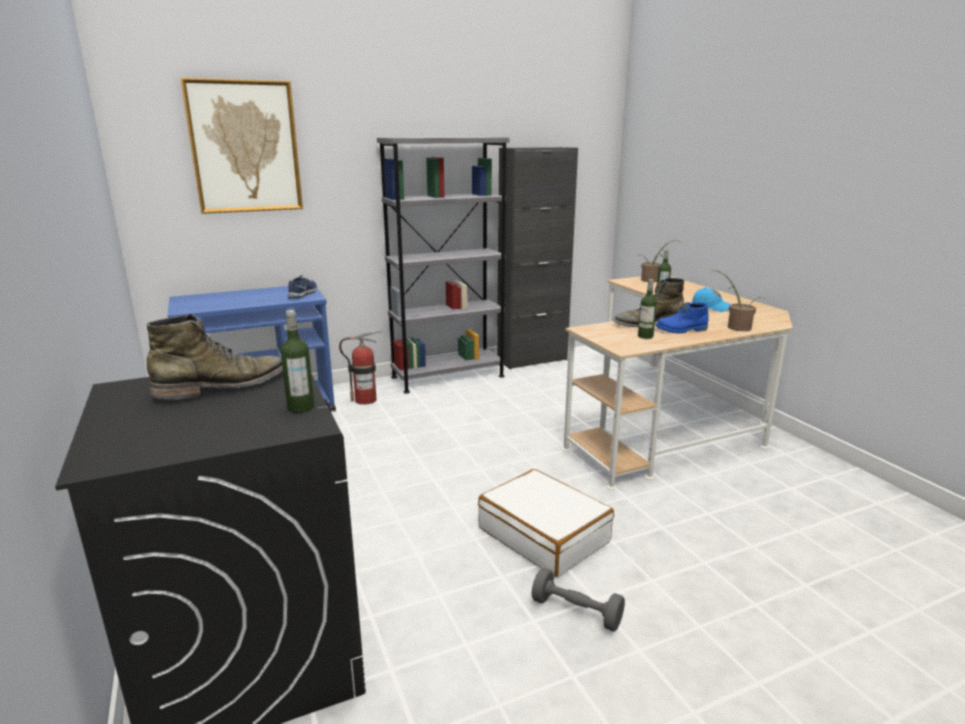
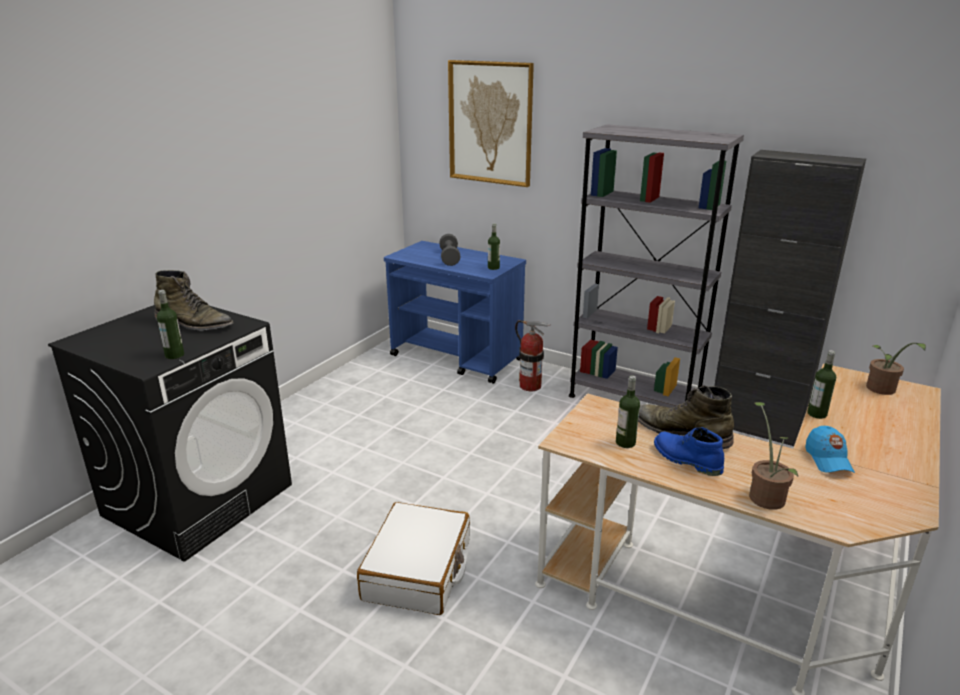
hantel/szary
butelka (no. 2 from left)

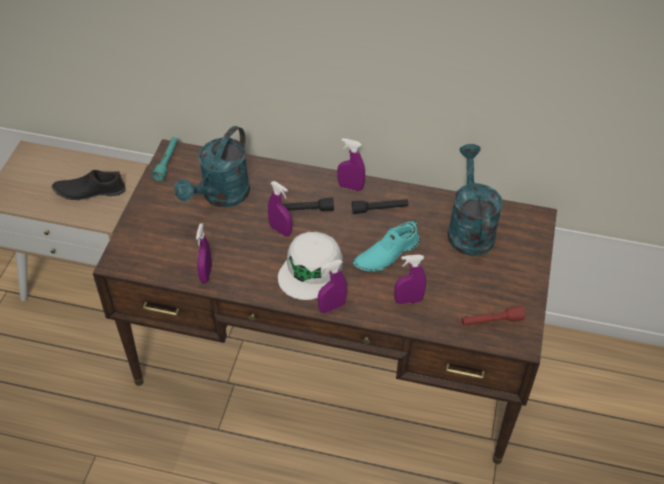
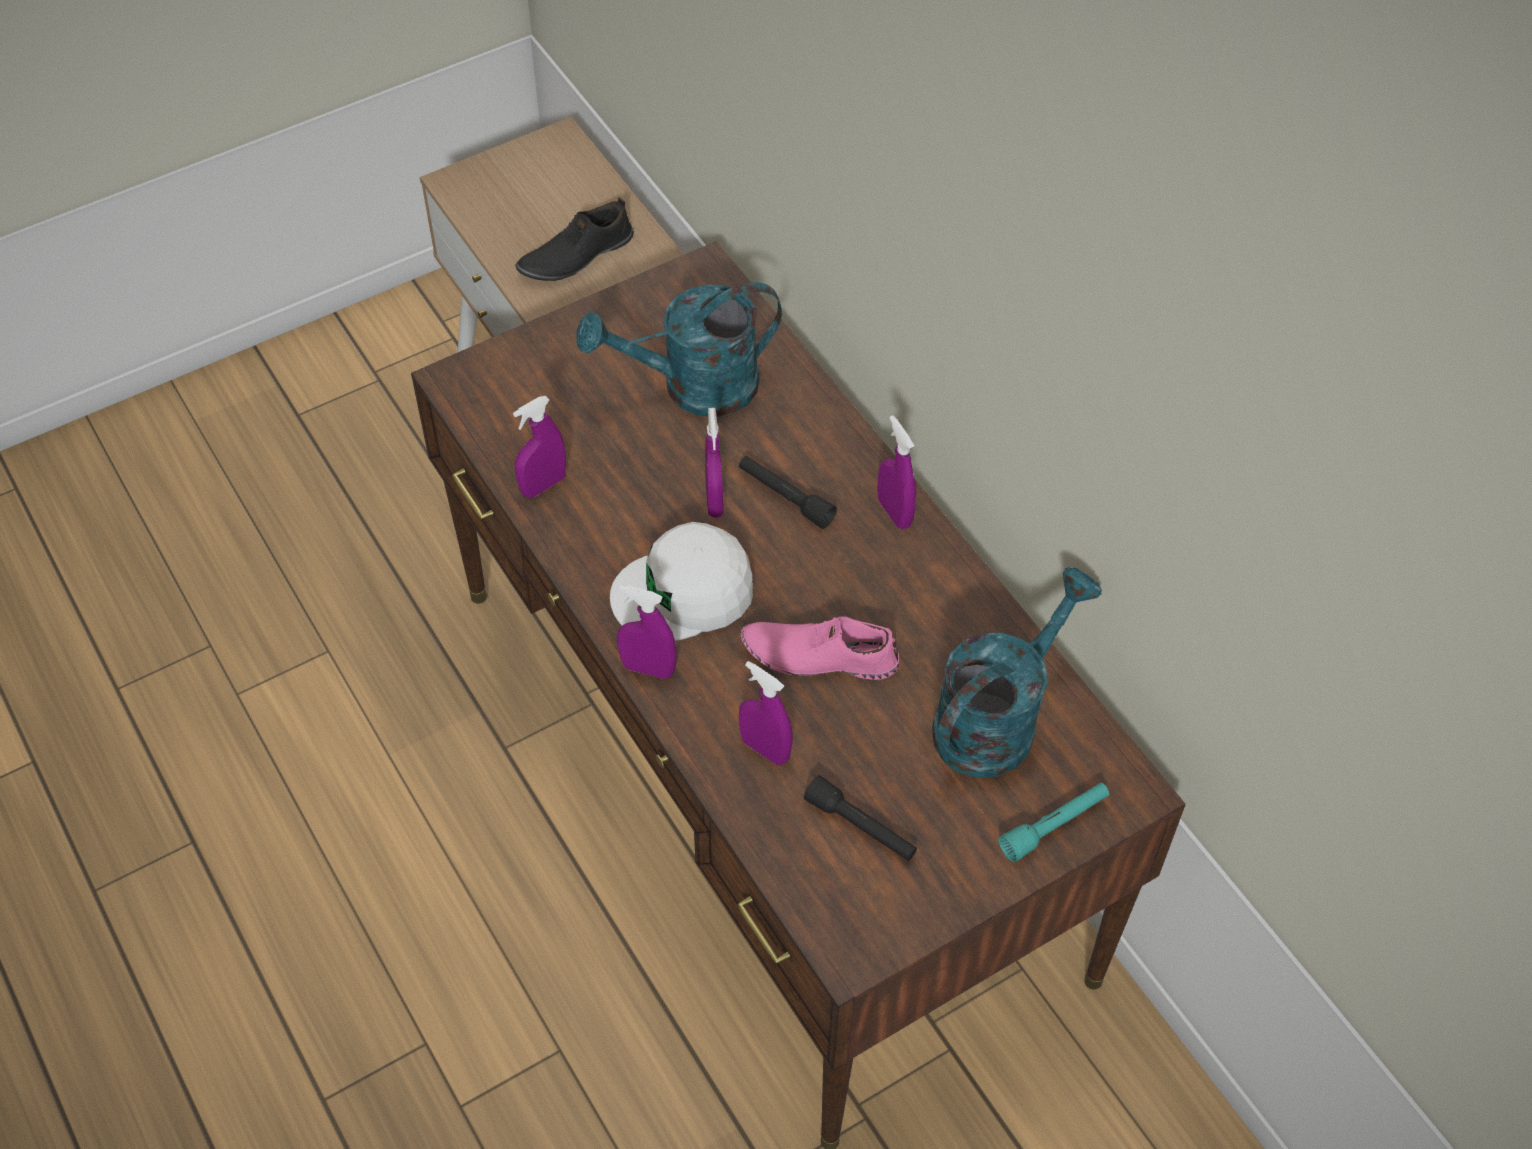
but/czarny
but/różowy
latarka/czarny (no. 2 from left)
latarka/turkusowy
latarka/czerwony

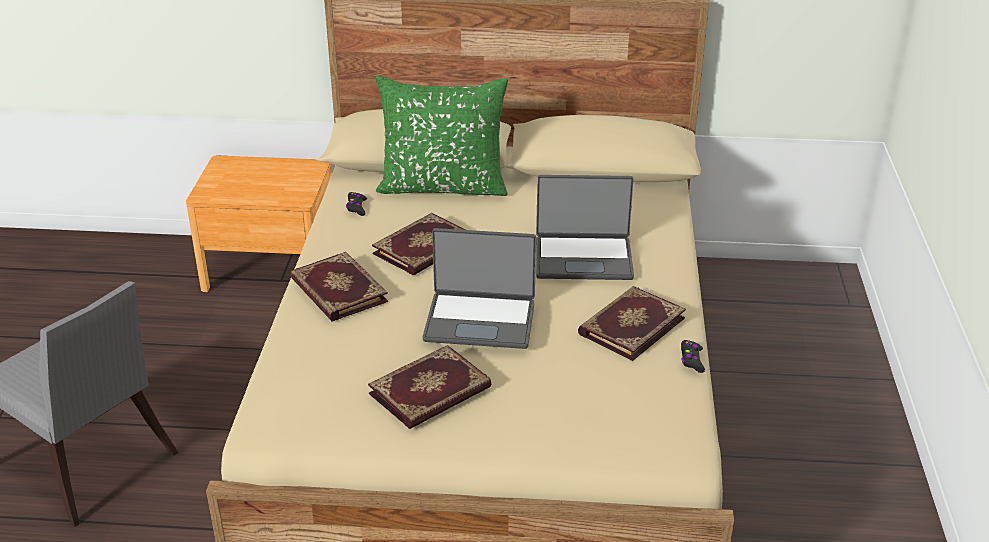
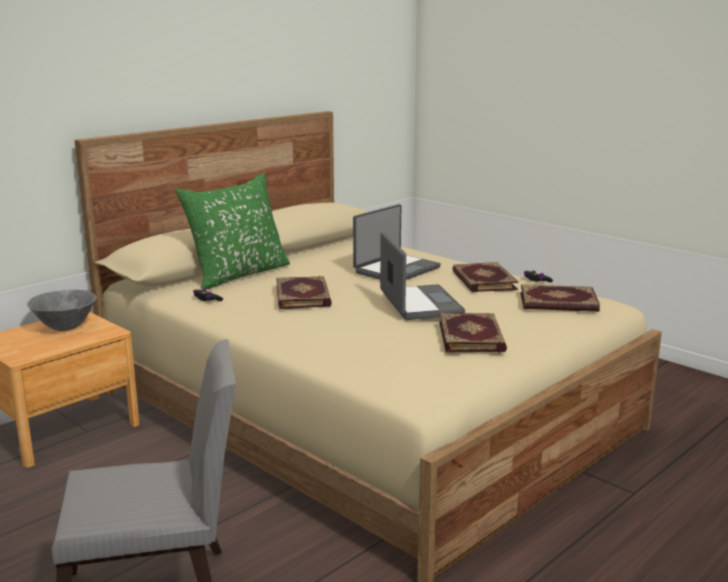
miska/szary
laptop (no. 2 from left)
książka (no. 4 from left)

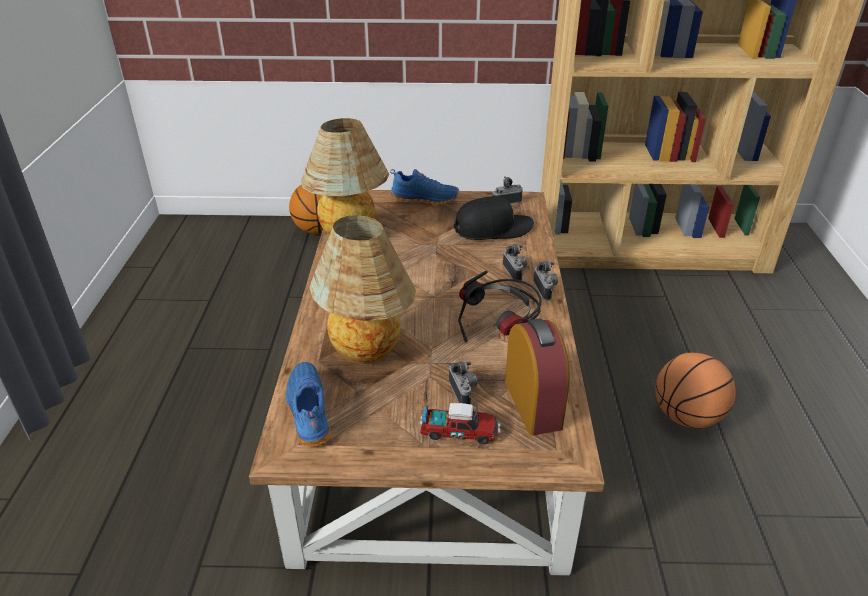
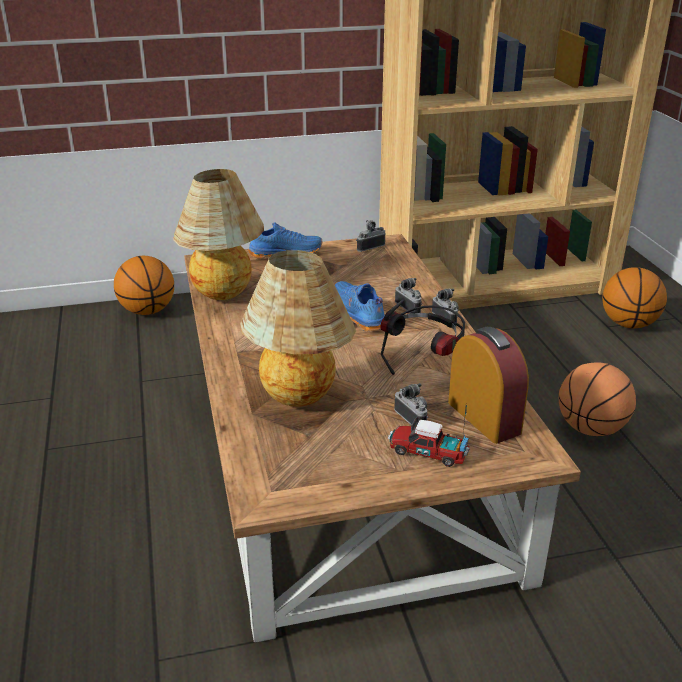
but/niebieski (no. 2 from left)
ciężarówka zabawkowa
piłka do koszykówki (no. 3 from left)
czapka z daszkiem/czarny

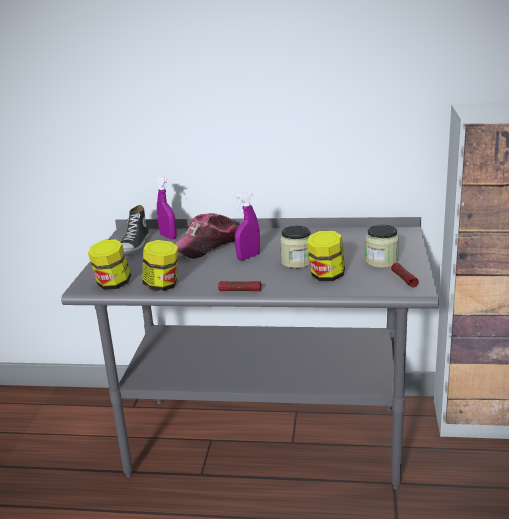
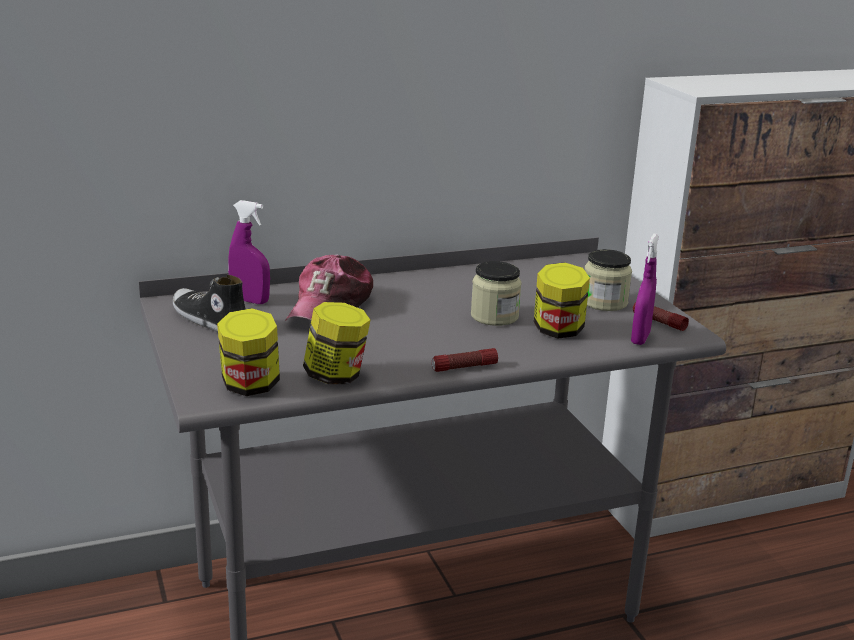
but
spryskiwacz/fioletowy (no. 2 from left)

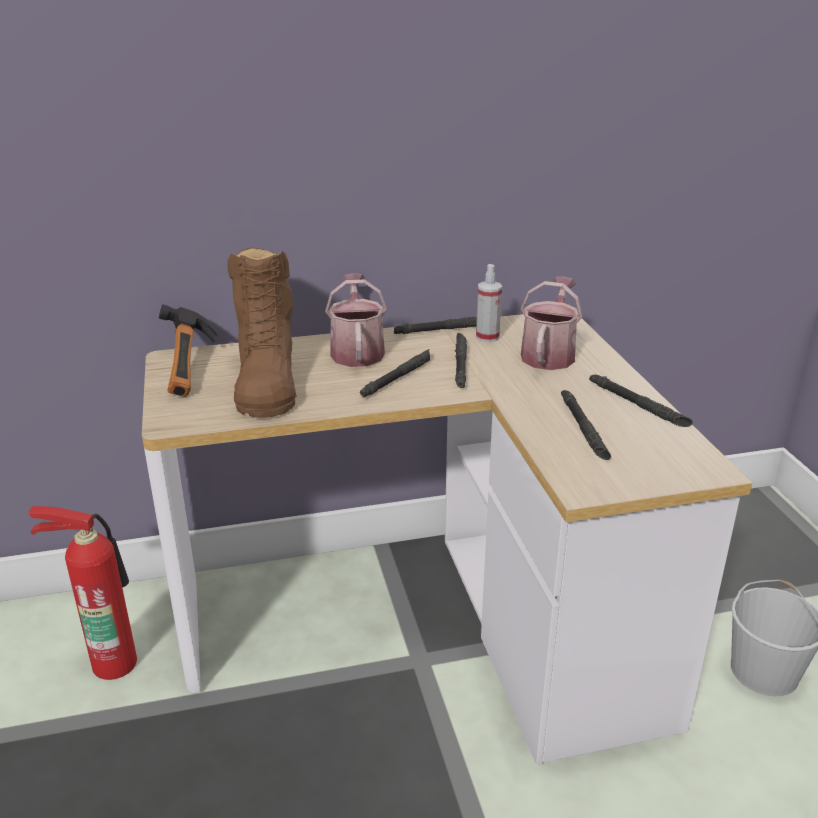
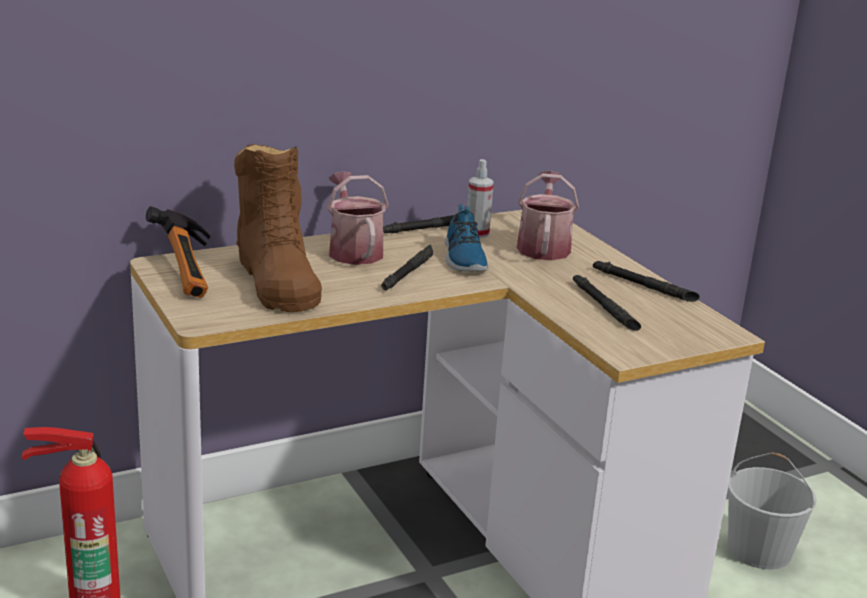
but

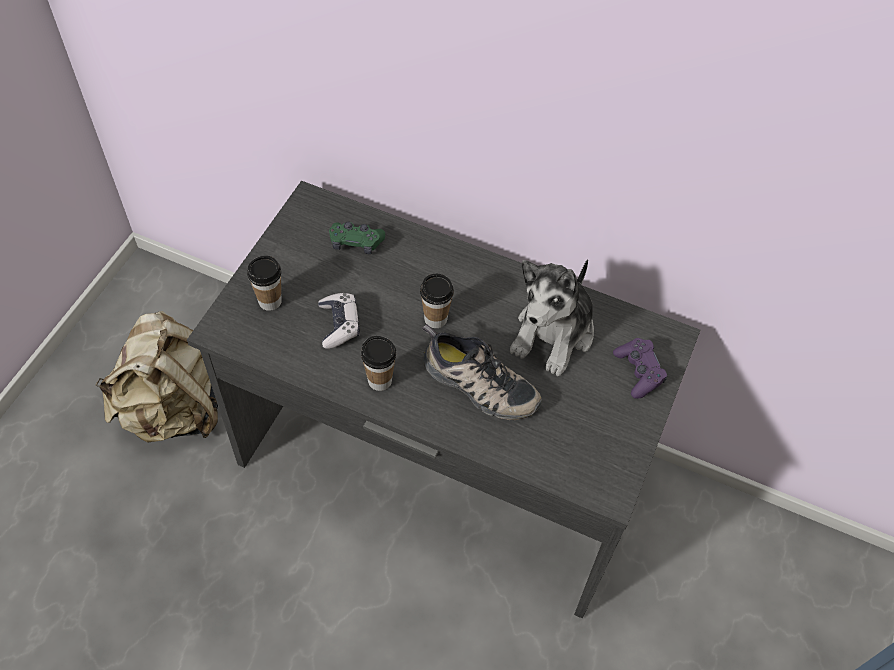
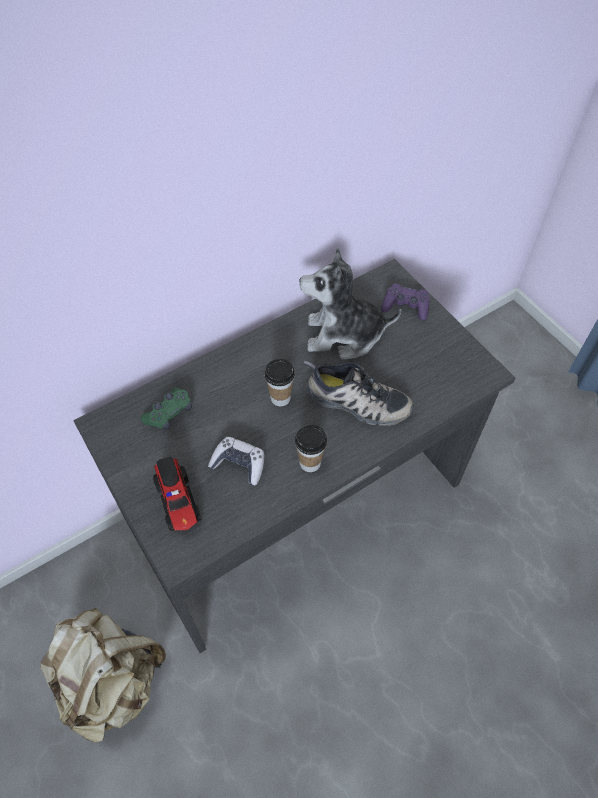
ciężarówka zabawkowa
pluszak
but

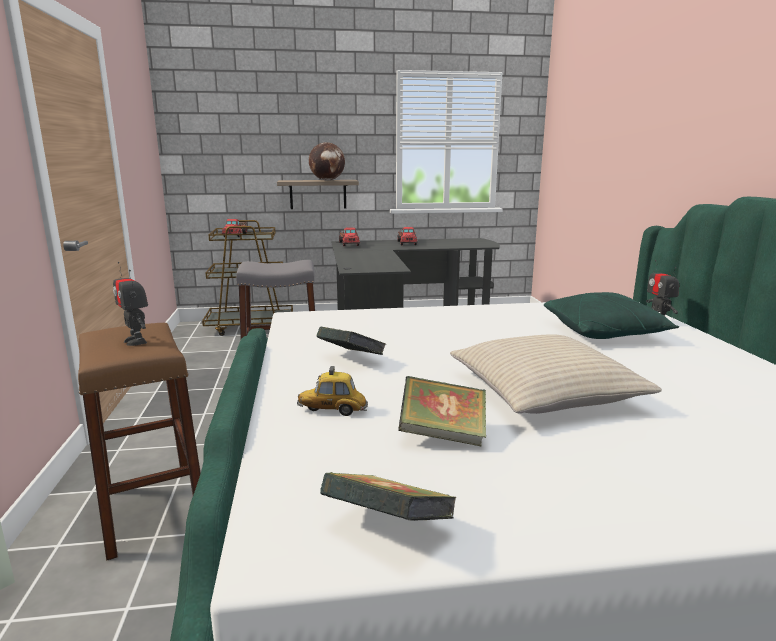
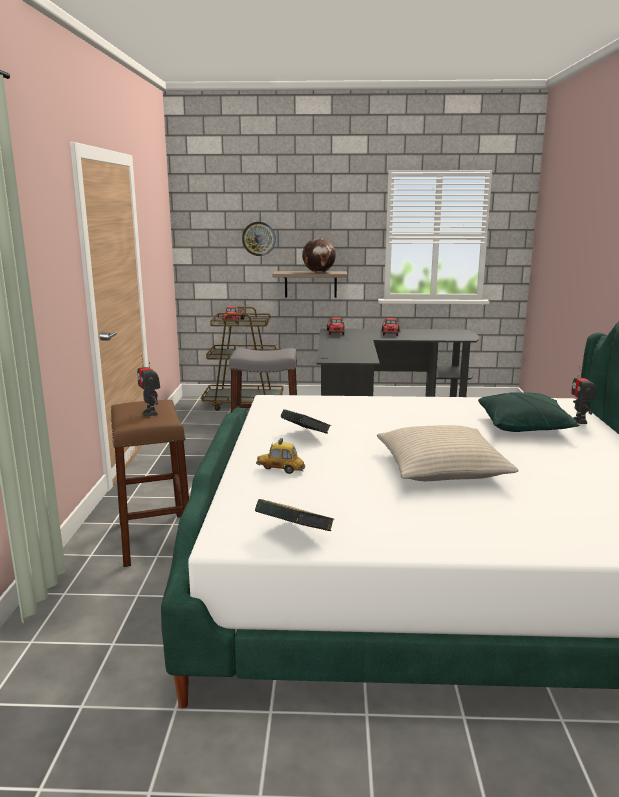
zegar ścienny
książka (no. 3 from left in the first image)

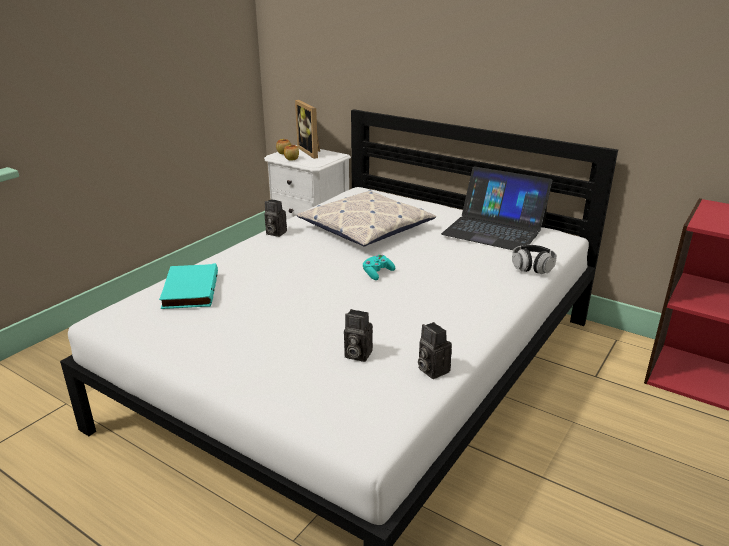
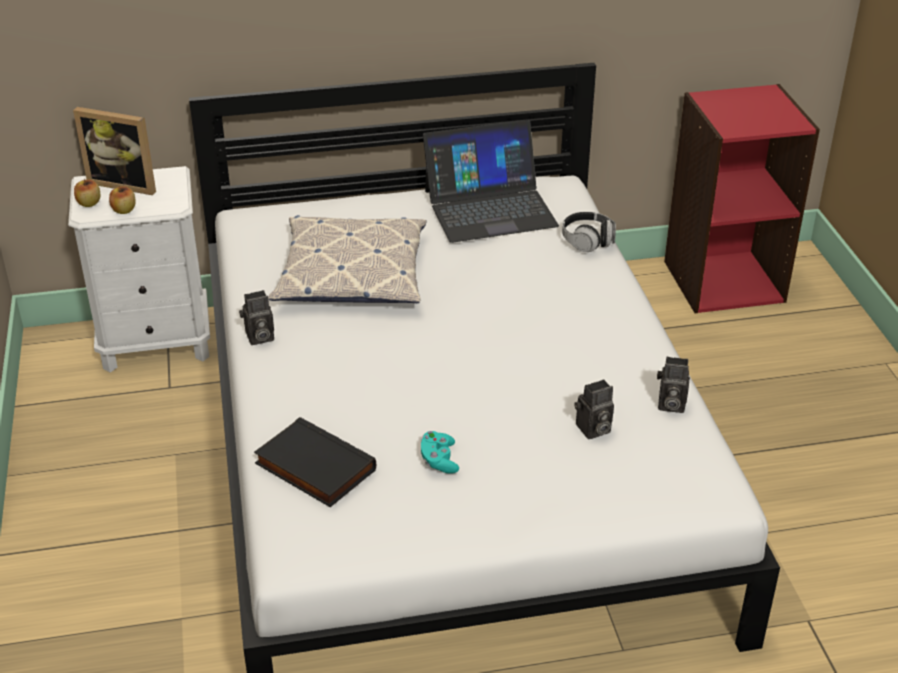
książka/czarny
pad do gier/turkusowy

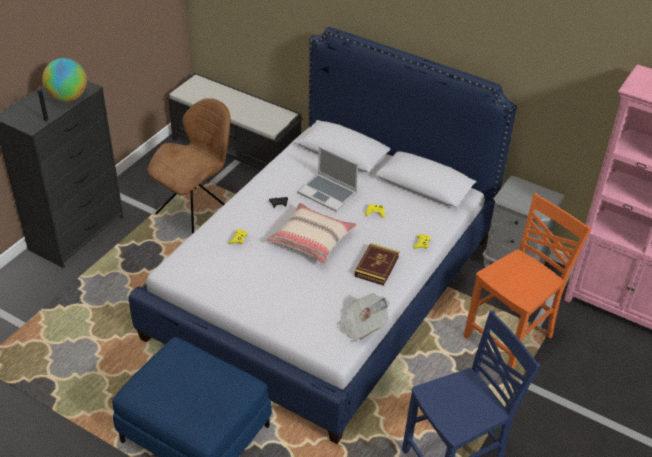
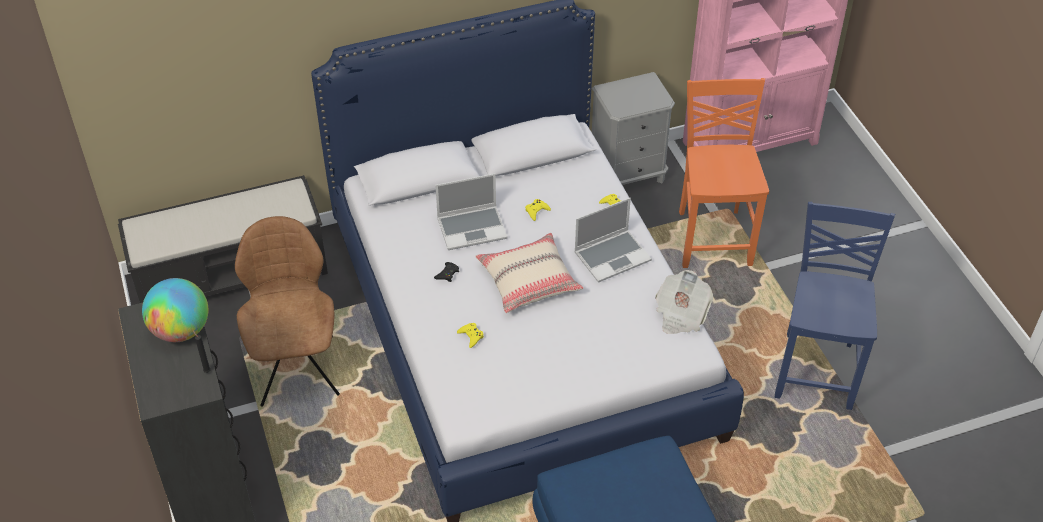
laptop (no. 2 from left)

